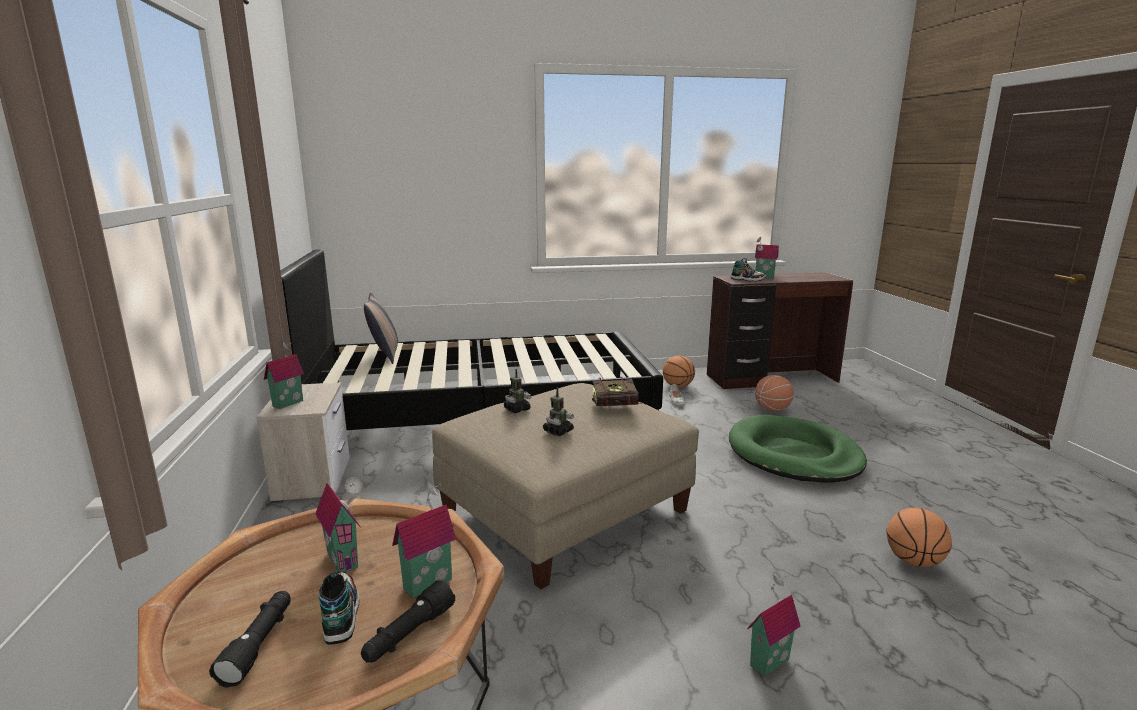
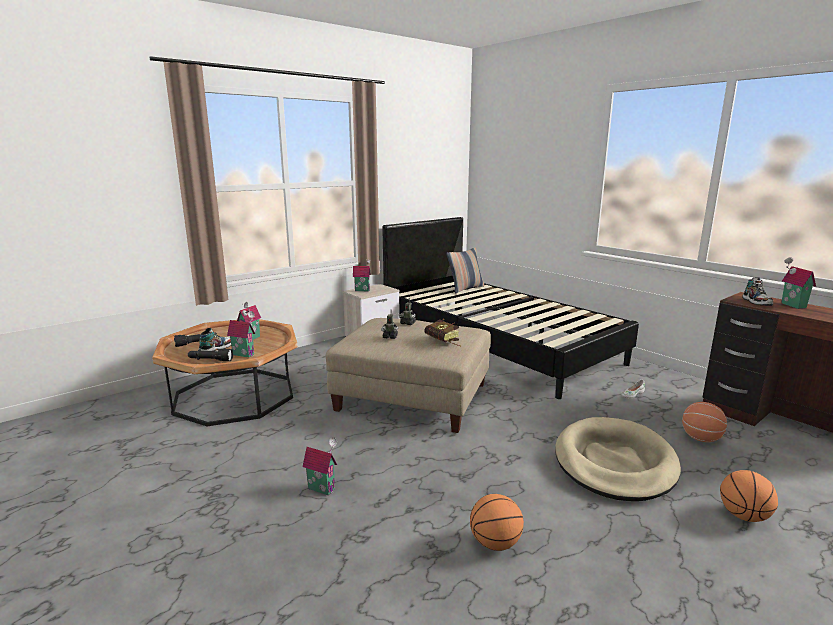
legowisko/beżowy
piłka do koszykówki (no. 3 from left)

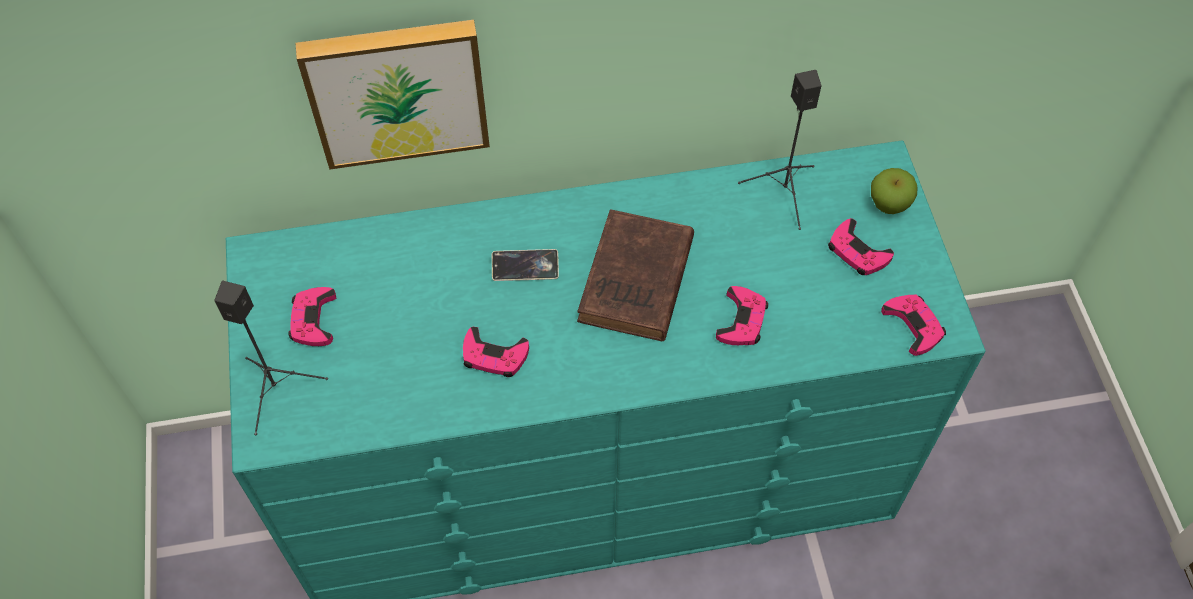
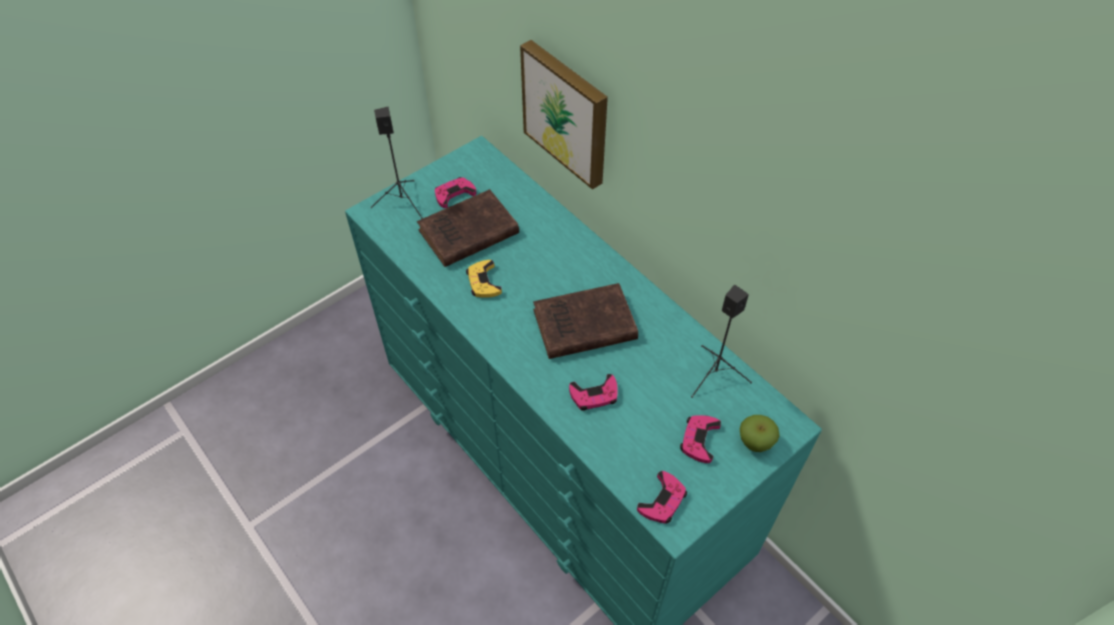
książka/brązowy (no. 1 from left)
pad do gier/żółty
telefon

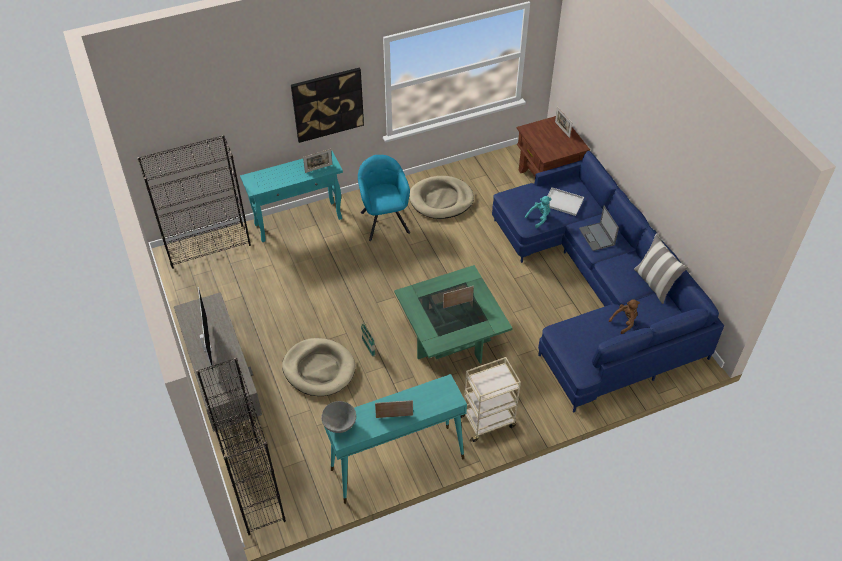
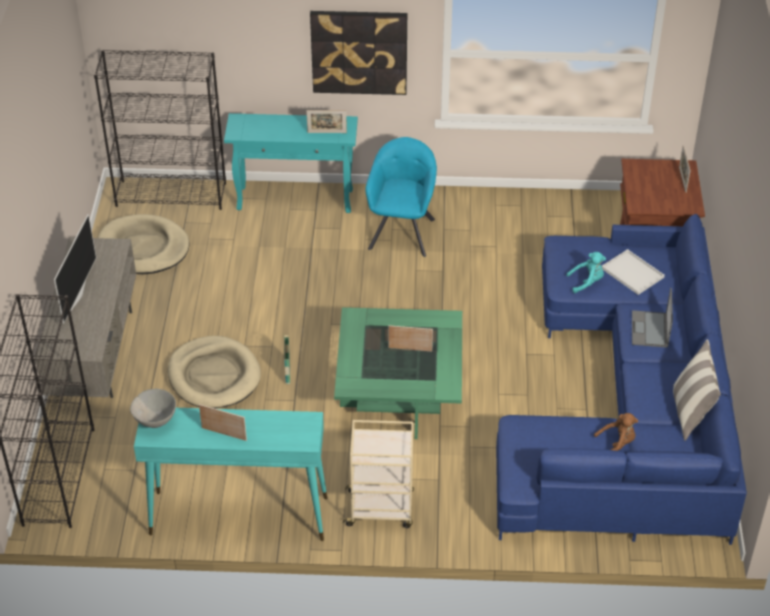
legowisko/beżowy (no. 1 from left)

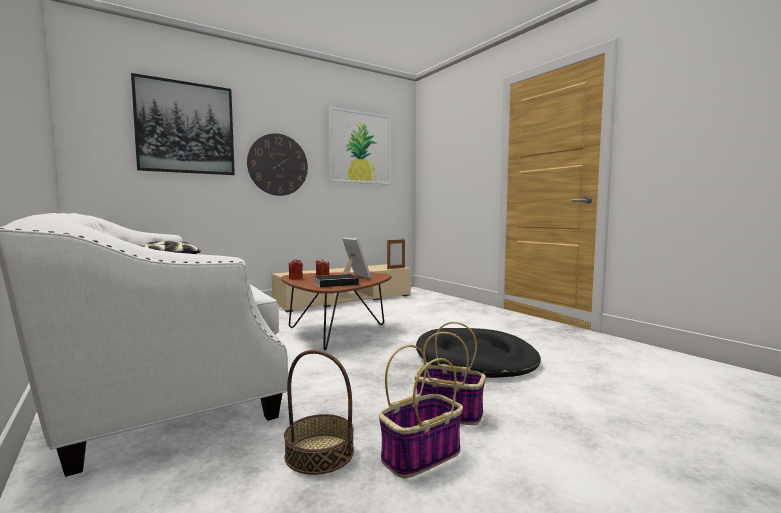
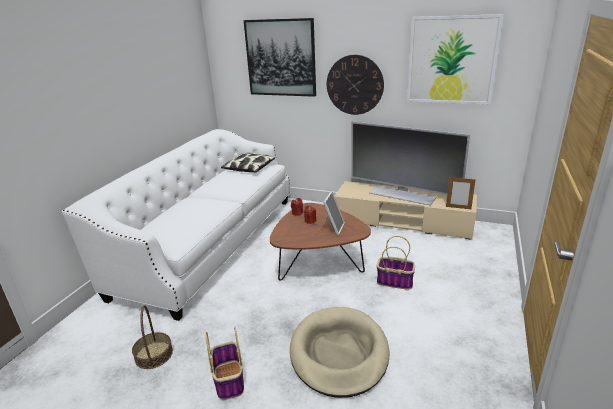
legowisko/beżowy
telewizor
koszyk (no. 3 from left)
książka

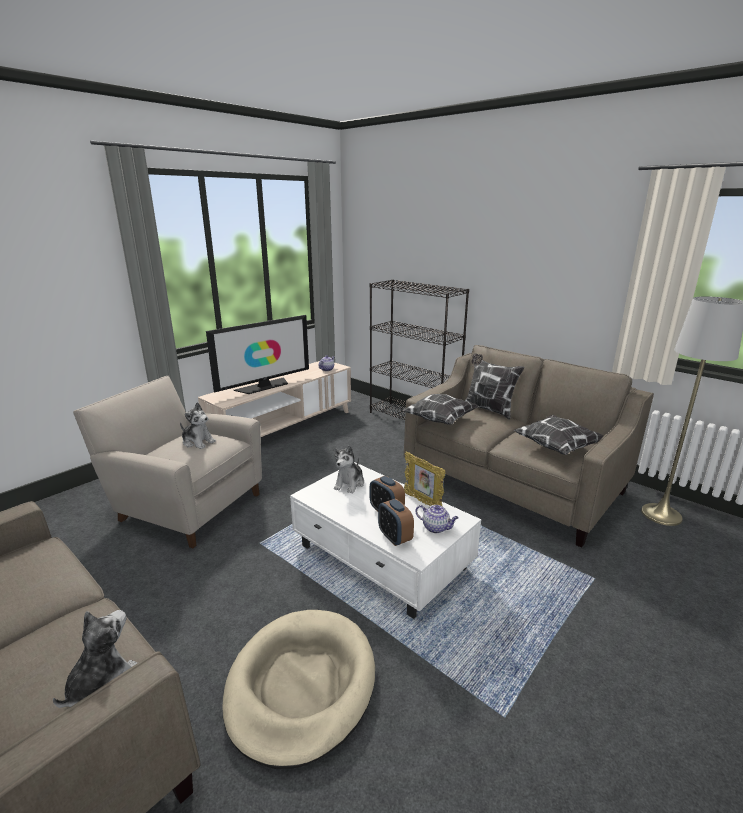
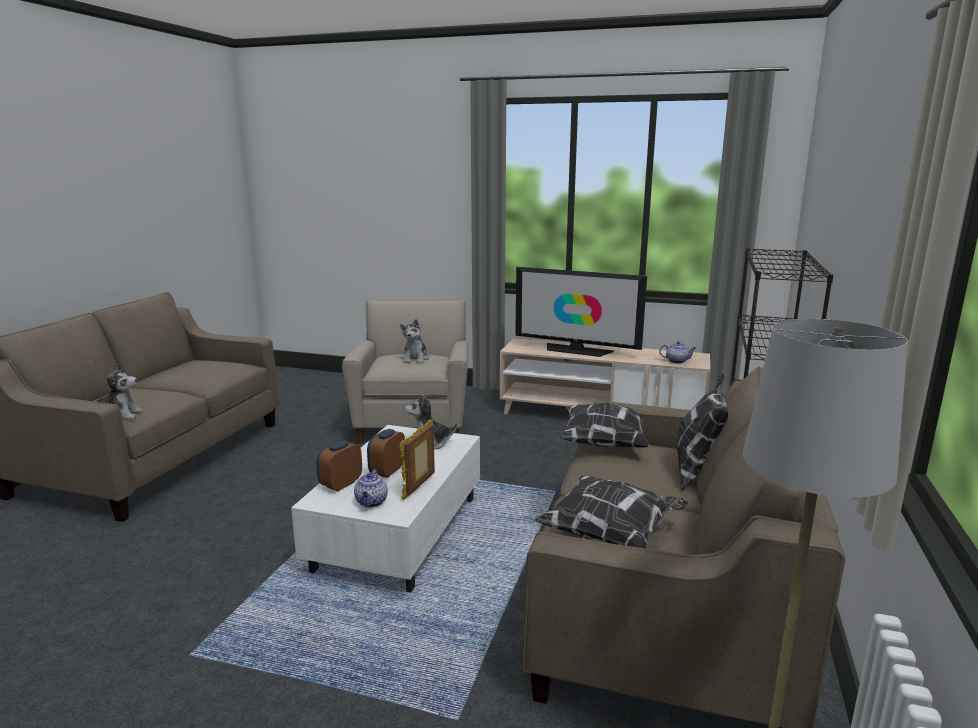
legowisko/beżowy

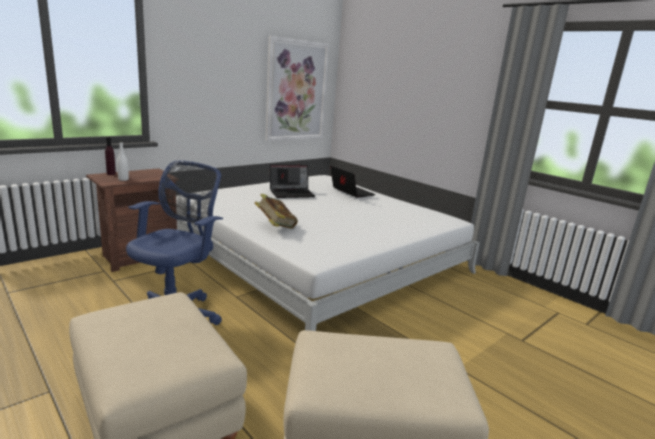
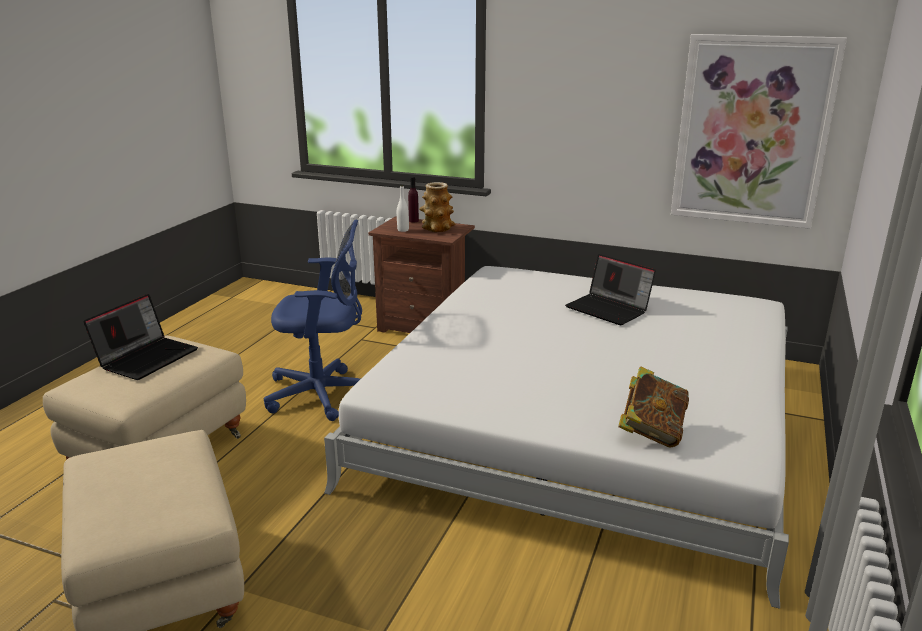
laptop (no. 1 from left)
wazon
książka

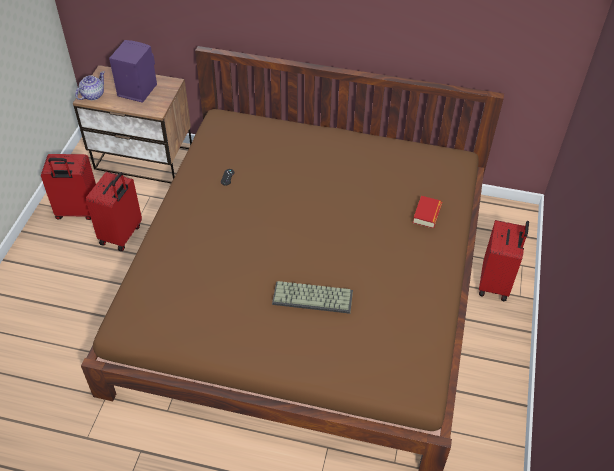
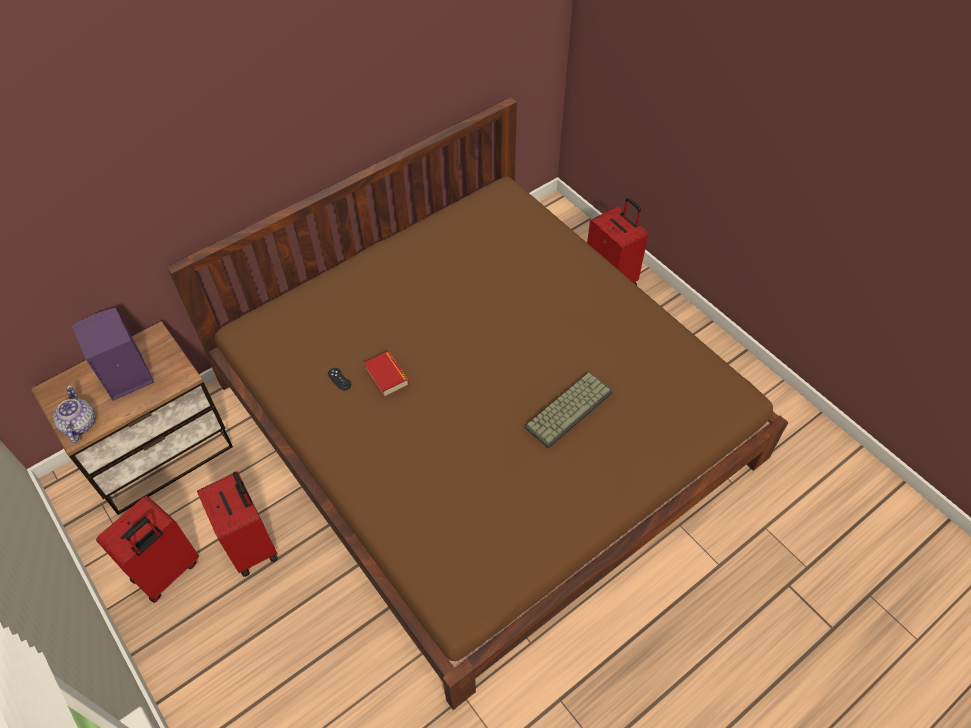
książka

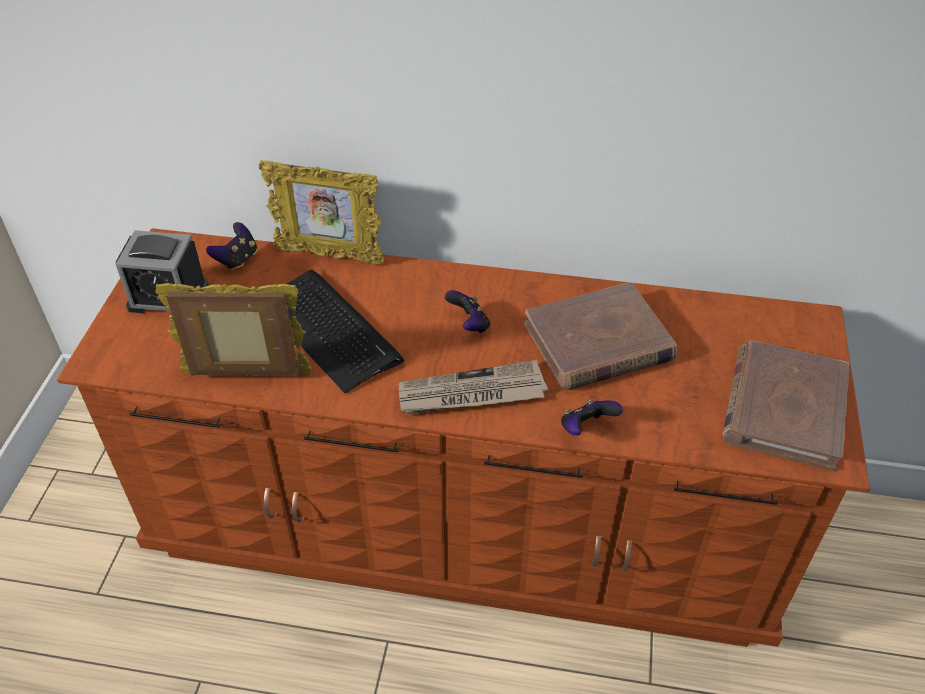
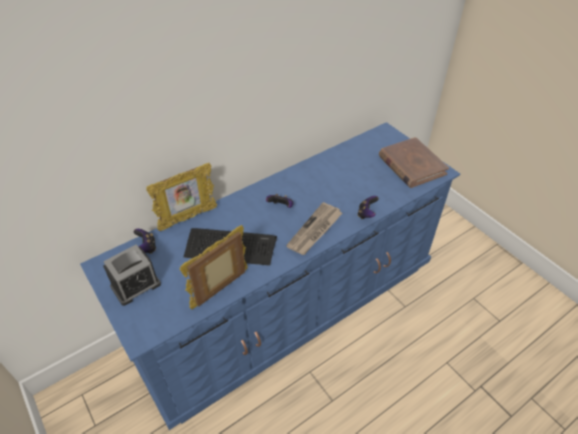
komoda/niebieski
książka/brązowy (no. 1 from left in the first image)

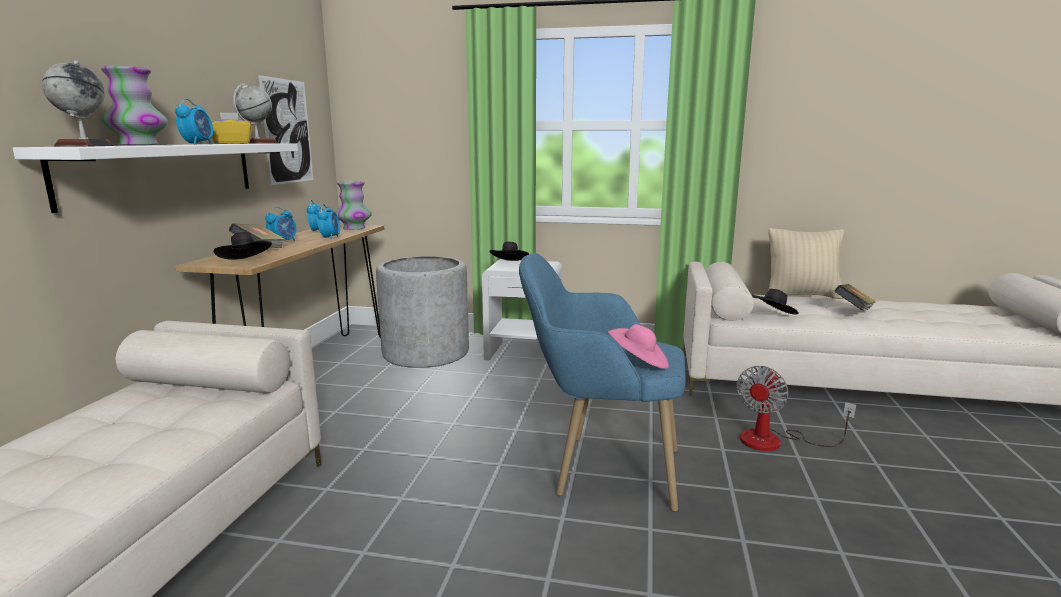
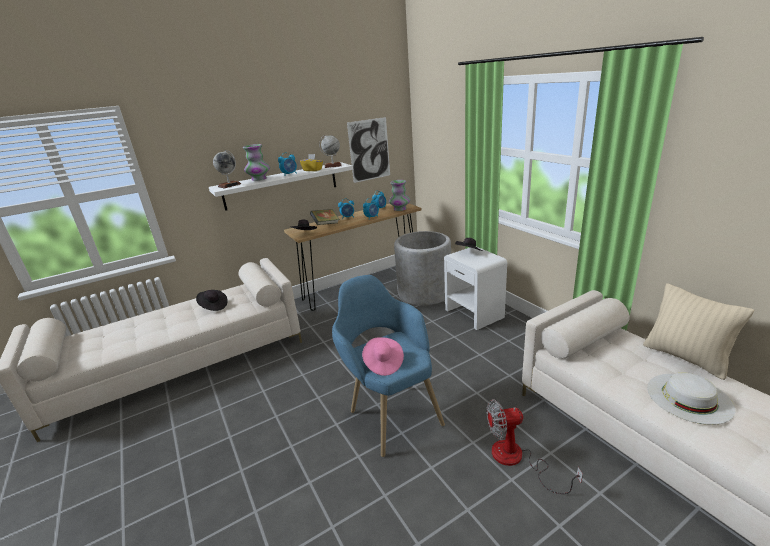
kapelusz/czarny (no. 1 from left)
kapelusz/biały

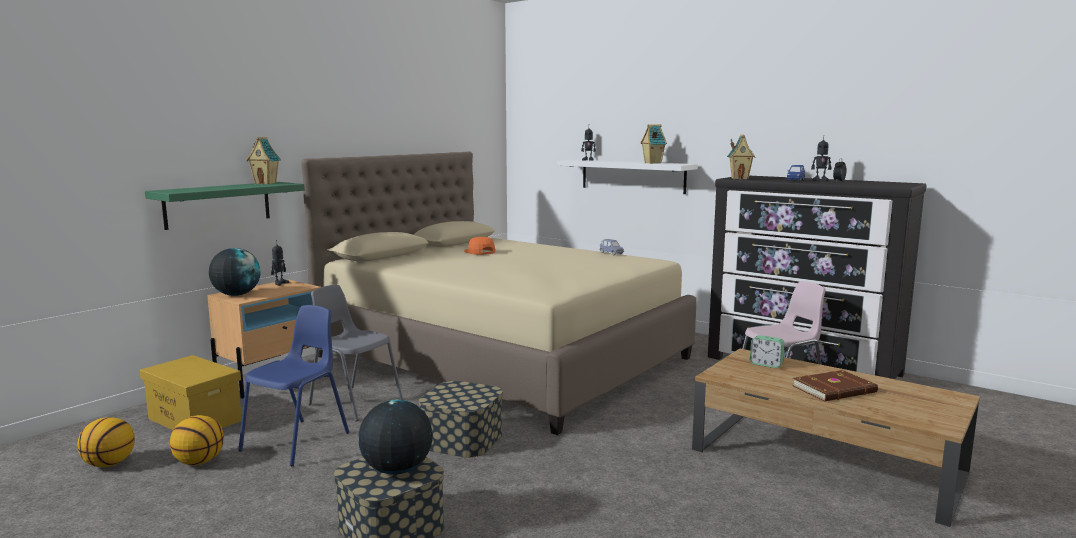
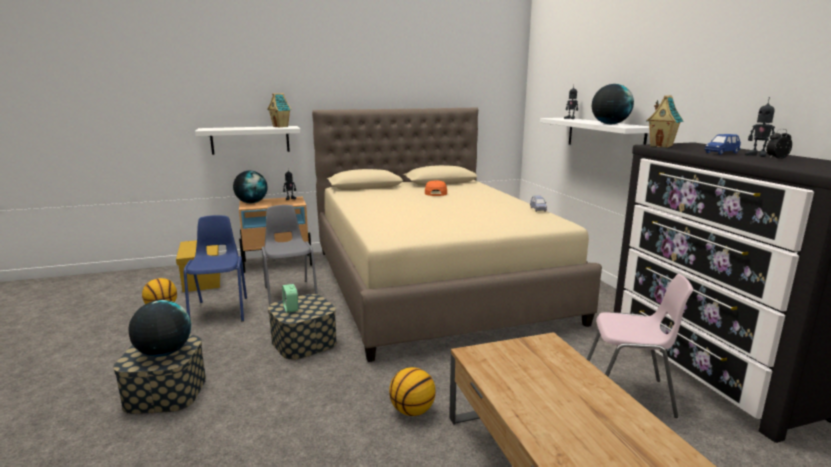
krzesło/niebieski
półka/biały (no. 1 from left)
budzik (no. 1 from left)
piłka do koszykówki (no. 2 from left)
globus (no. 3 from left)
książka/brązowy

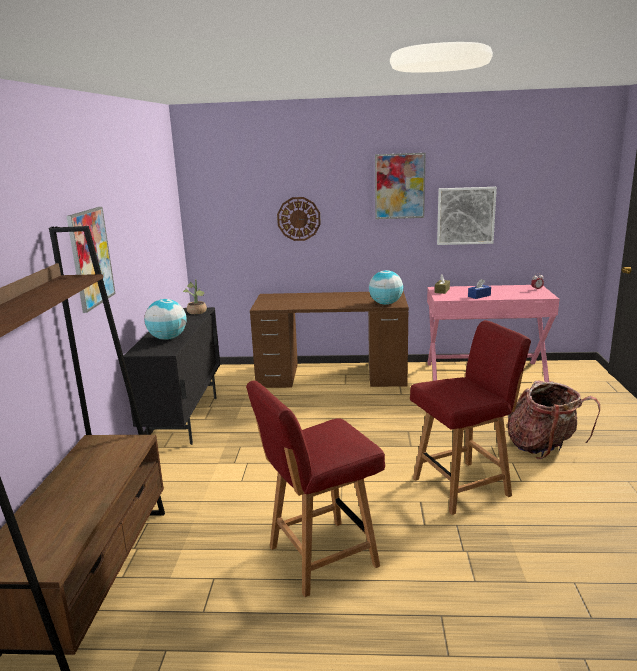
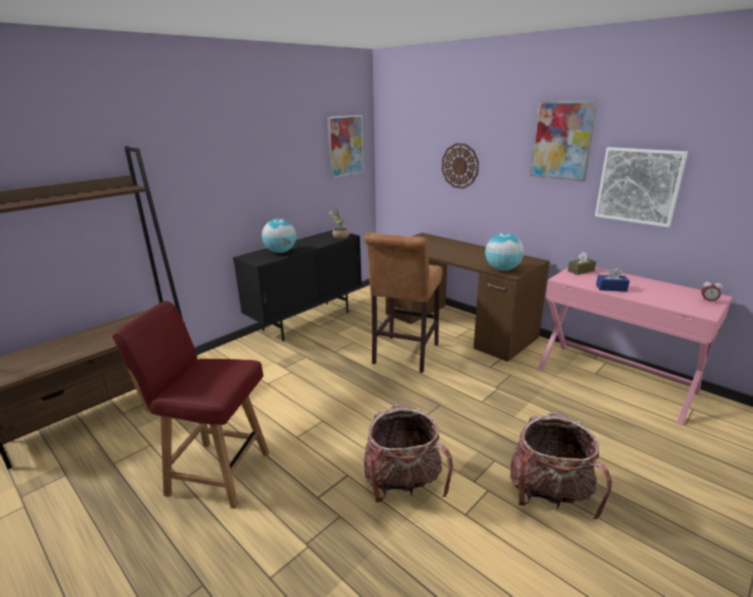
obraz (no. 1 from left)
stołek/brązowy
plecak (no. 1 from left)

